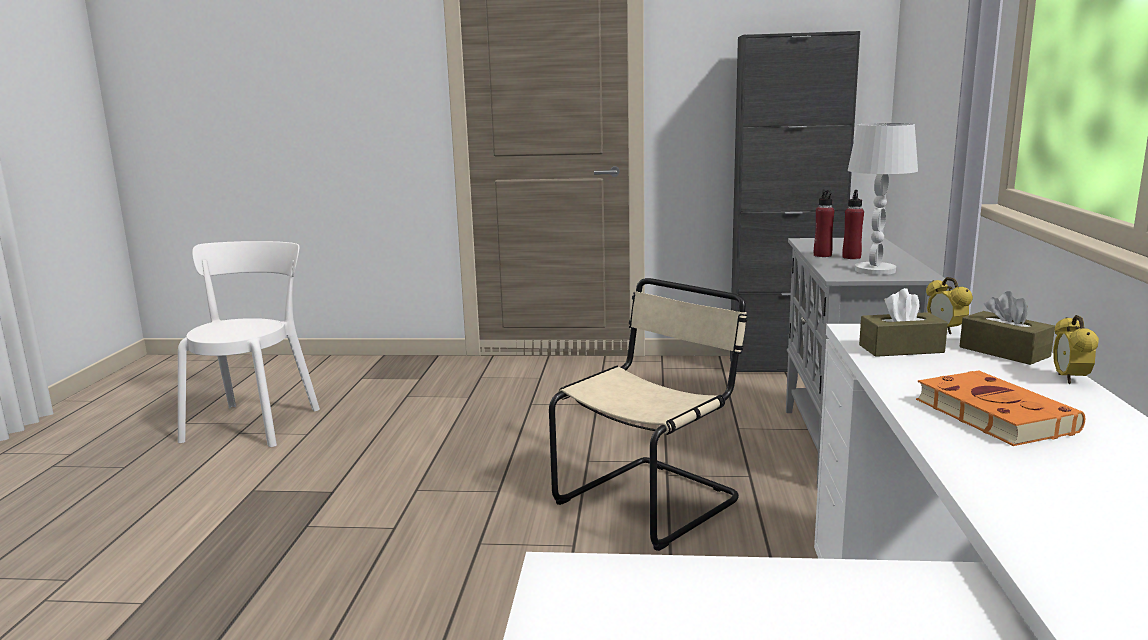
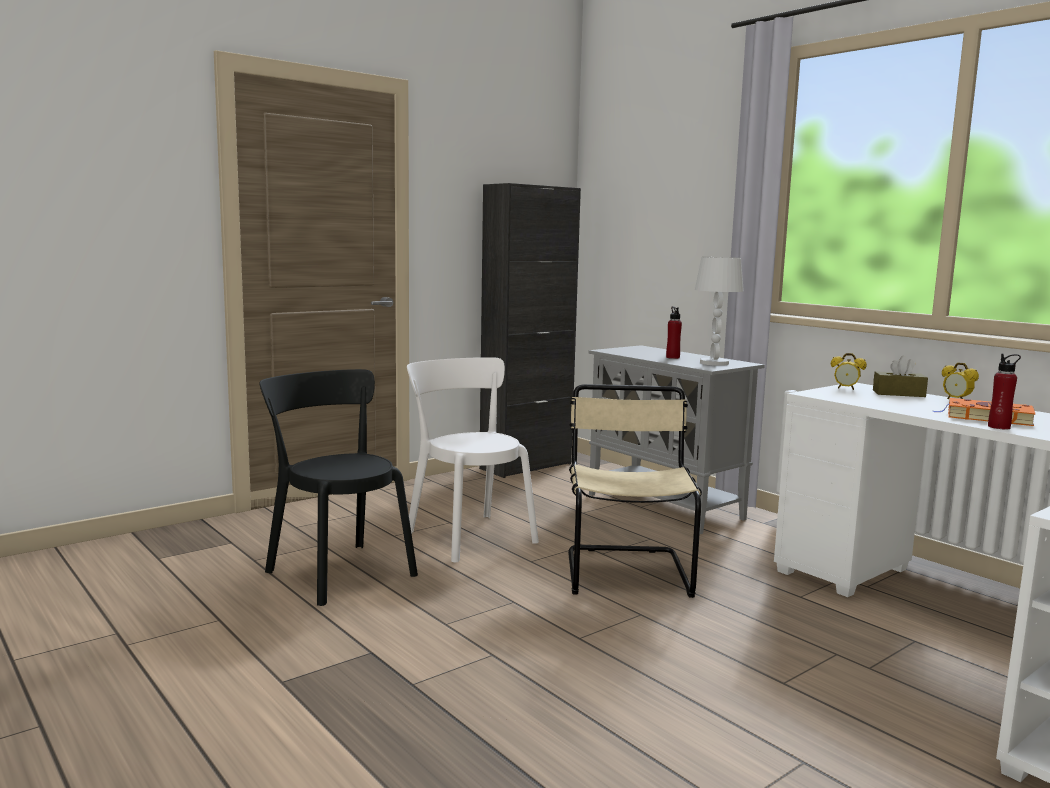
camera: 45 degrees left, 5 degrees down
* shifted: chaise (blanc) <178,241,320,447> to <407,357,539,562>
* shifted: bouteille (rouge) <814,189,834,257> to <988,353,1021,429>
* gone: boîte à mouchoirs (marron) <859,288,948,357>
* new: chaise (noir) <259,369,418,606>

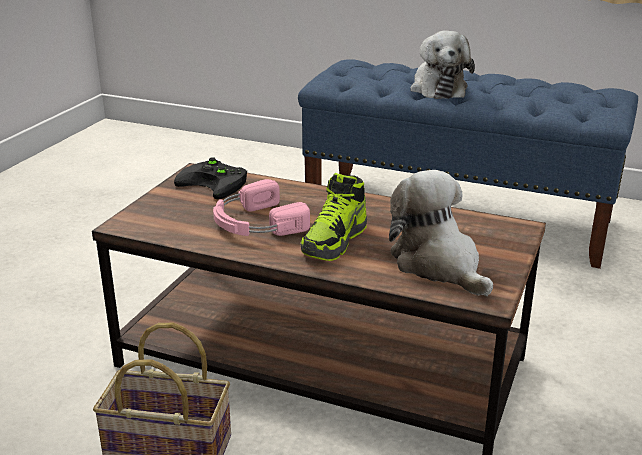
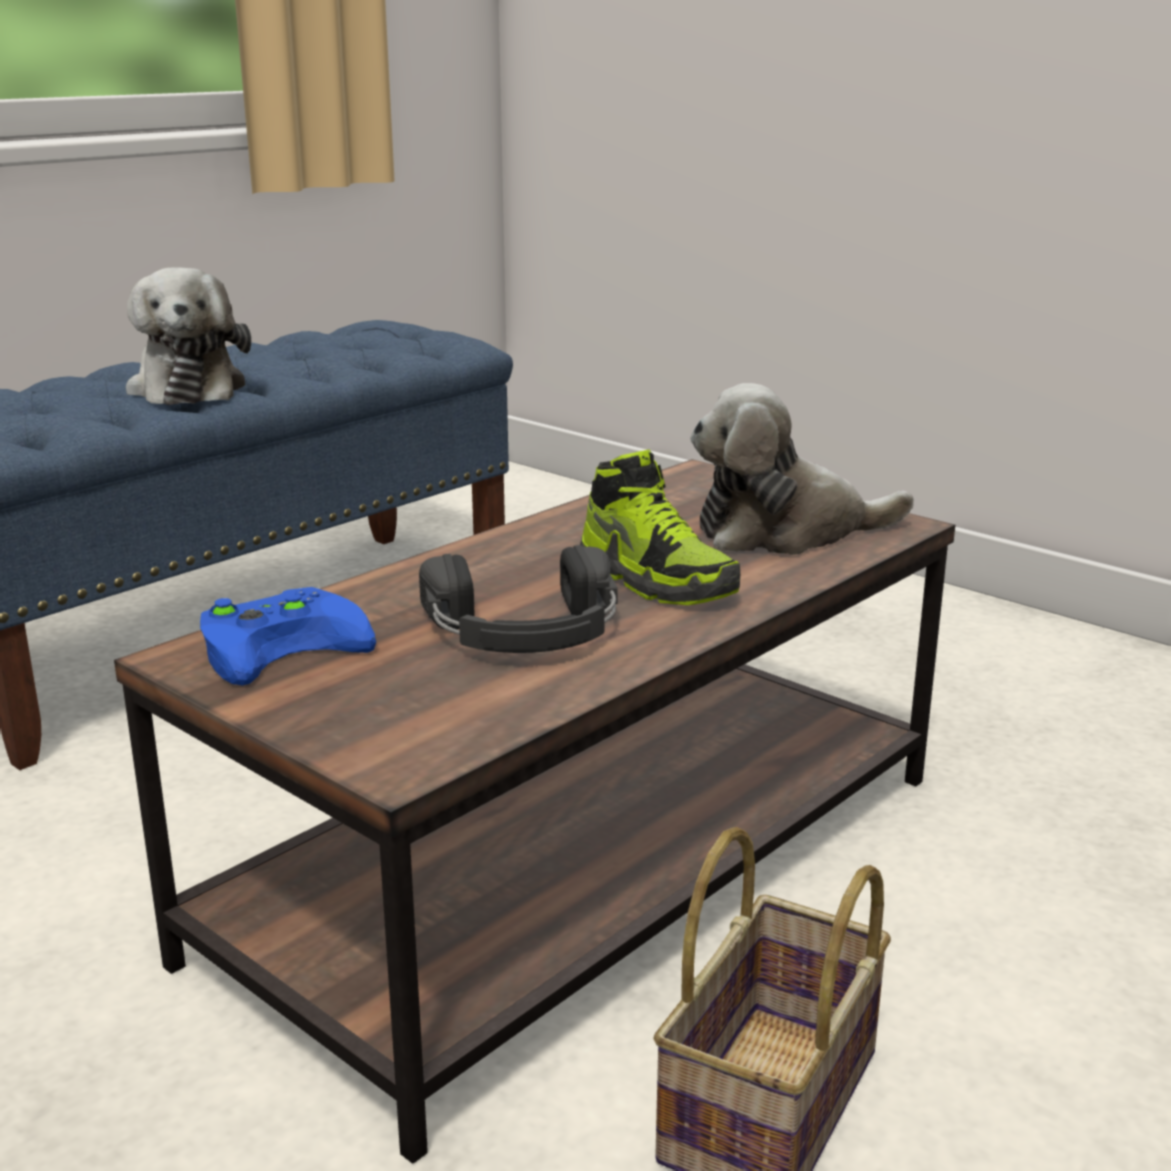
camera: 70 degrees left, 5 degrees down
* repainted: manette (noir) <174,157,247,199> to manette (bleu) <200,587,376,685>
* repainted: casque audio (rose) <213,179,310,236> to casque audio (noir) <419,545,618,653>
* rotated: peluche <410,30,475,99> = <126,267,251,405> 60 degrees clockwise

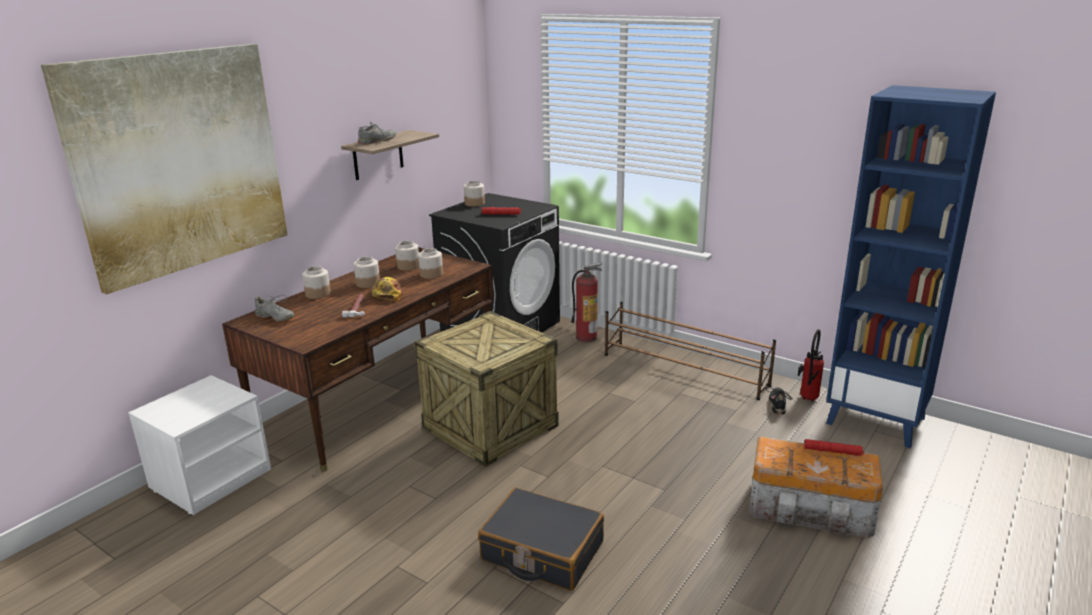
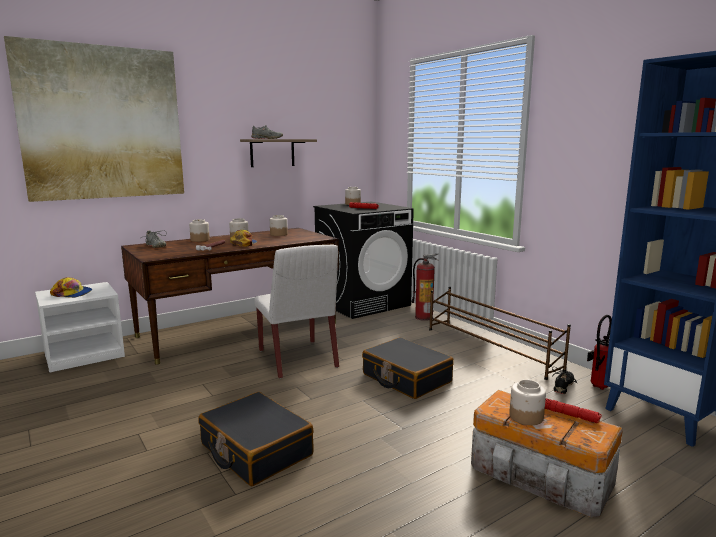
camera: 20 degrees right, 10 degrees down
* swapped: caisse <414,311,559,467> to chaise (blanc) <254,245,339,379>
* shifted: bocal <418,248,443,279> to <509,380,546,425>
* new: casquette <50,277,92,298>
* new: valise (noir) <362,337,454,399>

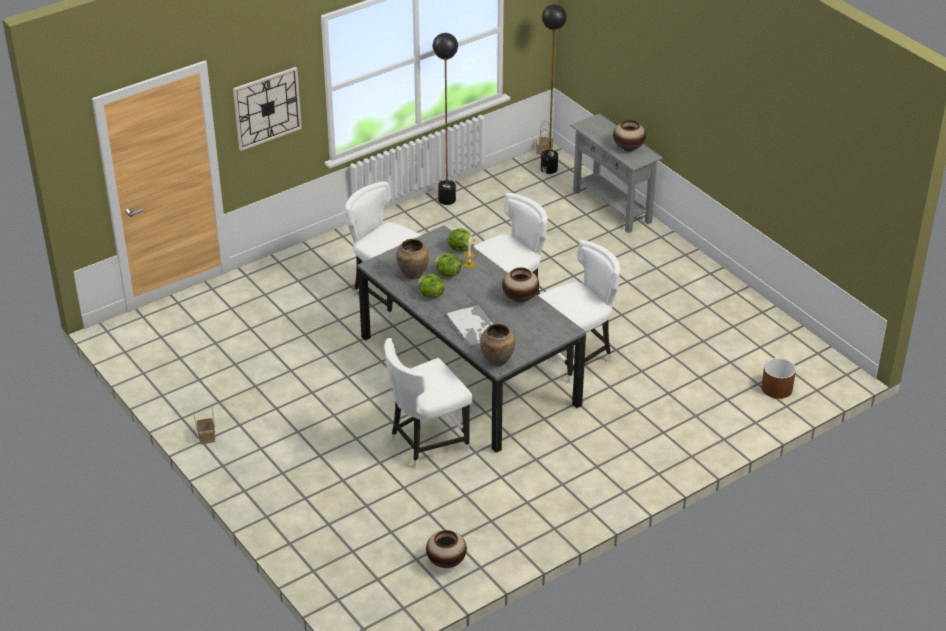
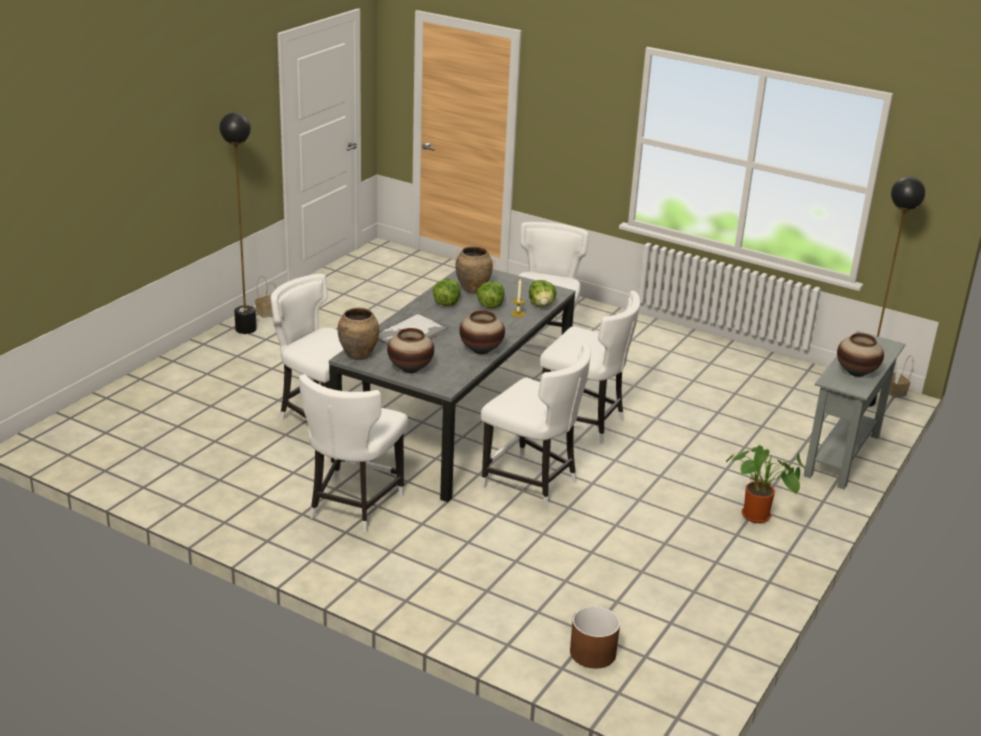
camera: 65 degrees right, 10 degrees down
* gone: horloge murale <233,67,302,151>
* shifted: vase <426,530,467,568> to <387,328,434,373>
* shifted: lampadaire (noir) <433,33,458,205> to <219,112,257,334>
* new: chaise (blanc) <299,374,408,532>
* new: plante en pot <726,445,806,523>

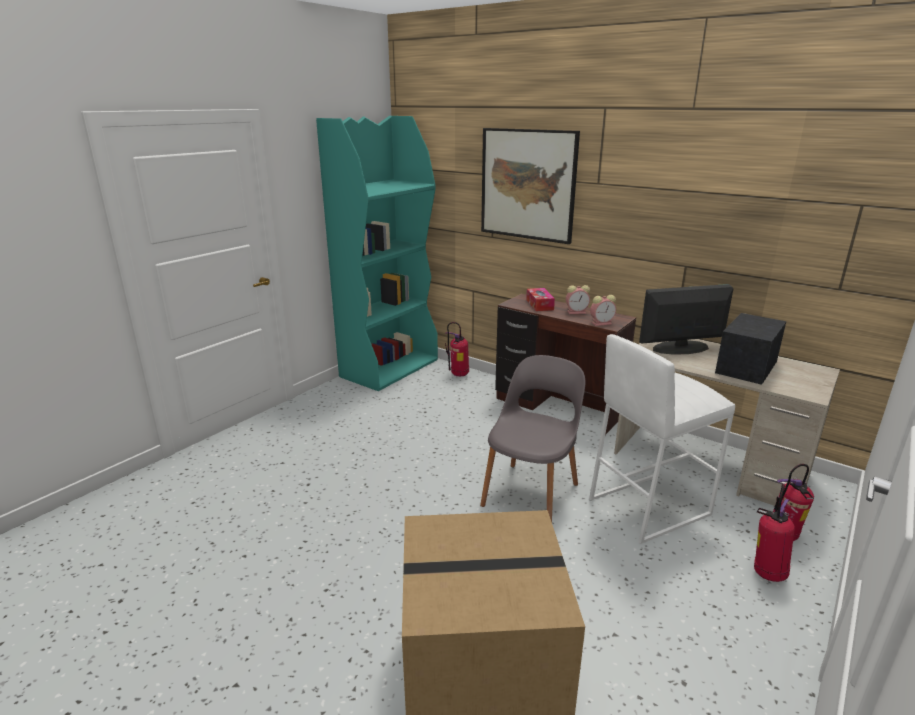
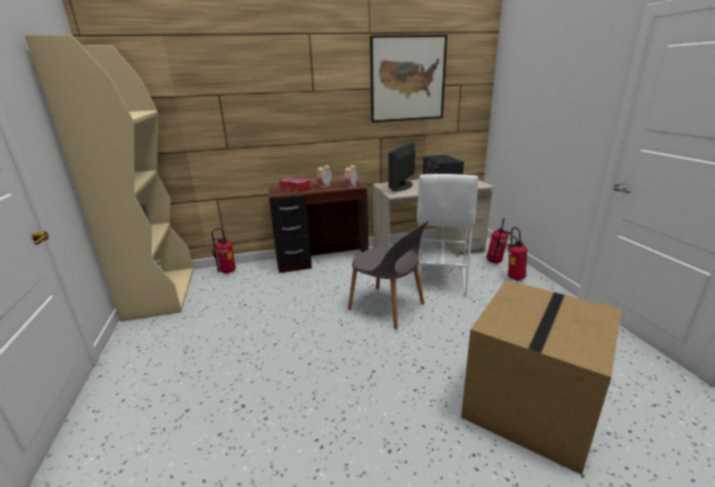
camera: 50 degrees left, 0 degrees up
* repainted: bibliothèque (turquoise) <316,116,438,391> to bibliothèque (beige) <25,35,194,322>
* rotated: chaise (gris) <480,355,585,522> = <348,221,429,330> 150 degrees clockwise
* shifted: tableau <481,128,580,244> to <370,35,447,122>

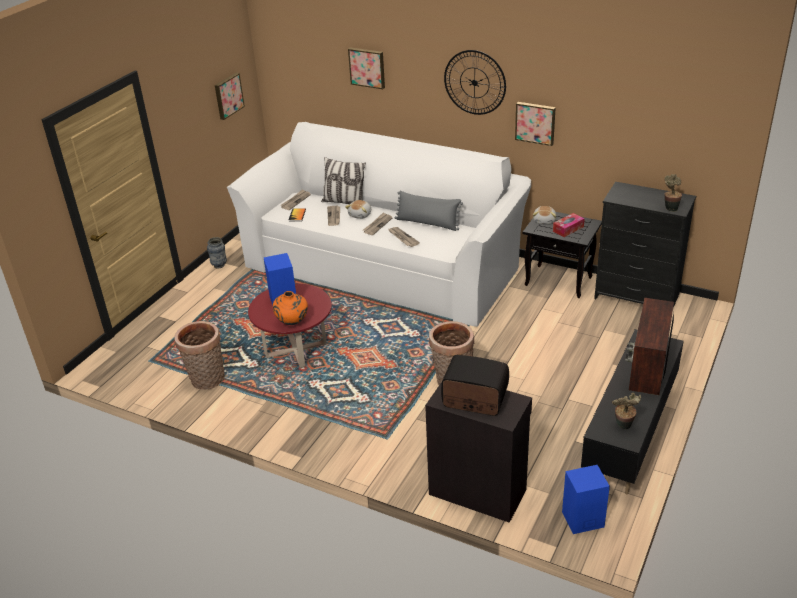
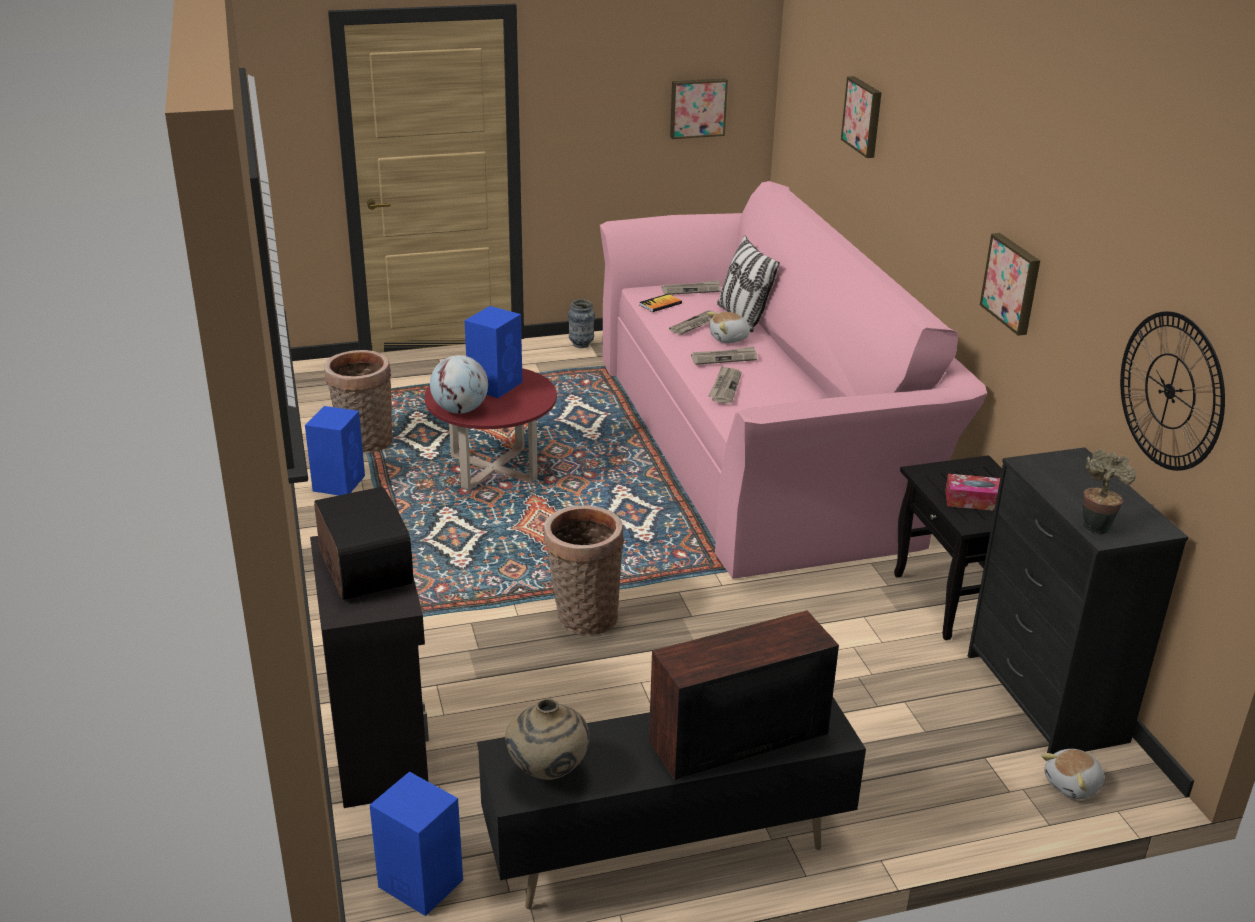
camera: 45 degrees right, 5 degrees down
* repainted: canapé (blanc) <227,122,531,327> to canapé (rose) <600,181,987,579>
* swapped: vase (orange) <273,291,308,325> to globe <430,355,488,414>
* gone: coussin (gris) <395,190,463,231>
* shifted: horloge murale <444,50,506,115> to <1120,311,1225,471>
* shifted: peluche <533,206,556,225> to <1041,749,1105,799>
* swapped: plante en pot <612,393,641,429> to vase (beige) <505,698,590,780>
* new: enceinte (bleu) <305,406,365,495>

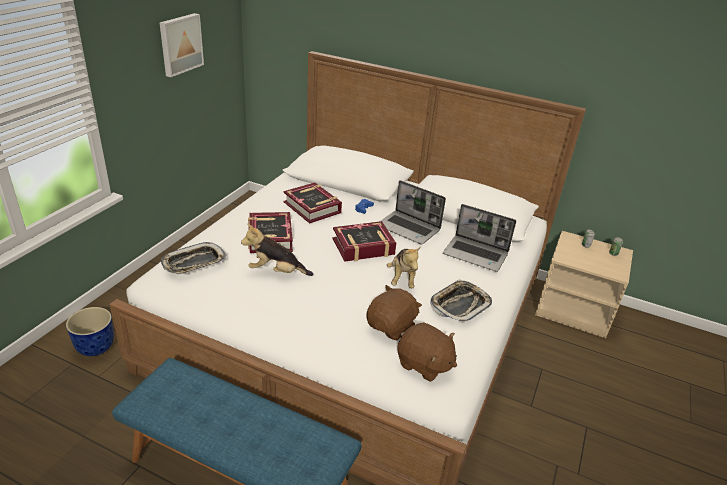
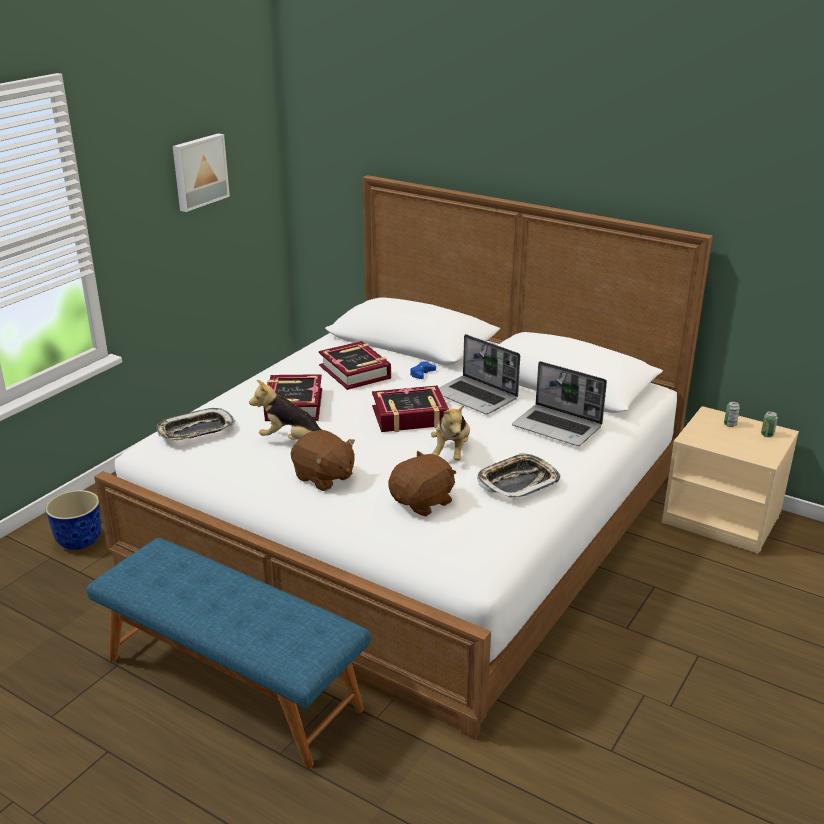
camera: 10 degrees right, 5 degrees down
* shifted: peluche (marron) <397,322,457,382> to <291,430,355,491>

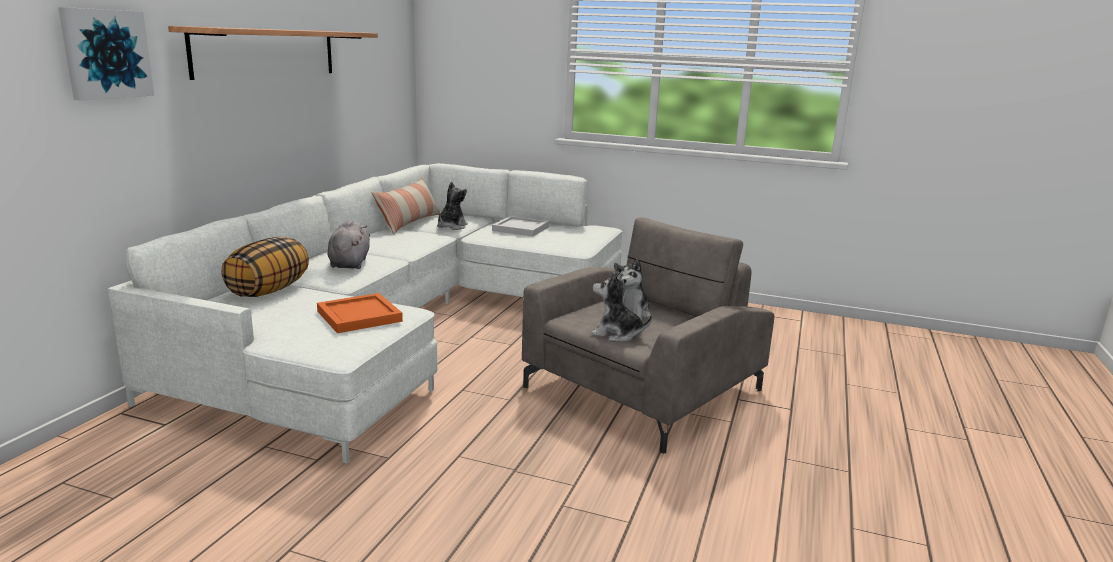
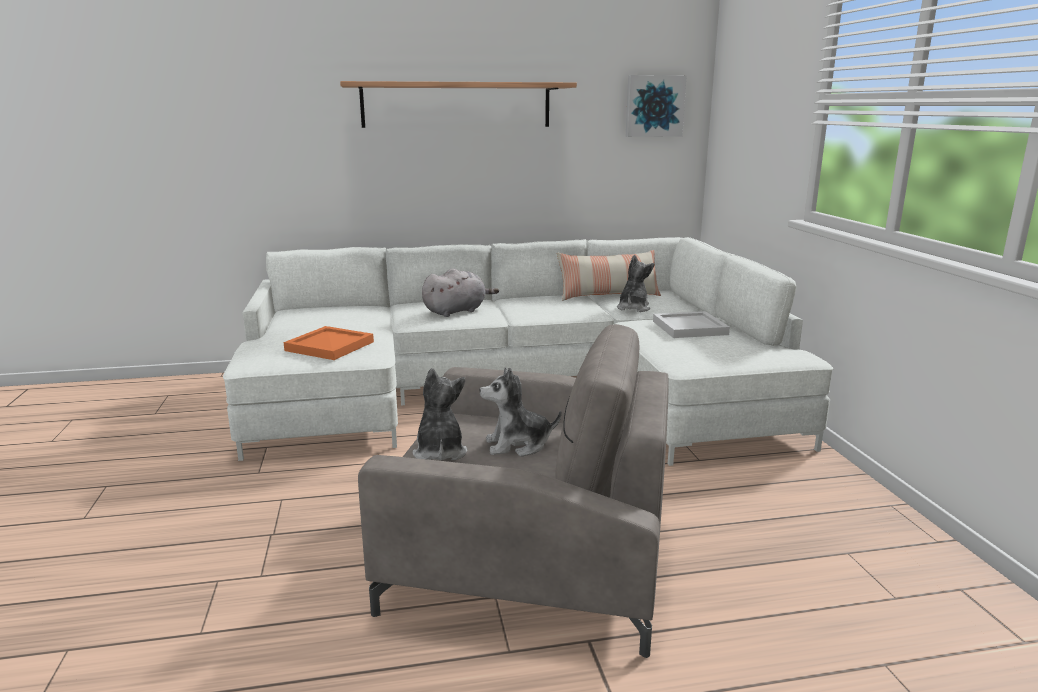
camera: 60 degrees right, 0 degrees up
* shifted: tableau <58,7,154,101> to <626,75,687,137>
* gone: coussin <221,237,309,297>
* rotated: peluche <437,182,468,230> = <617,255,654,312> 60 degrees counterclockwise

